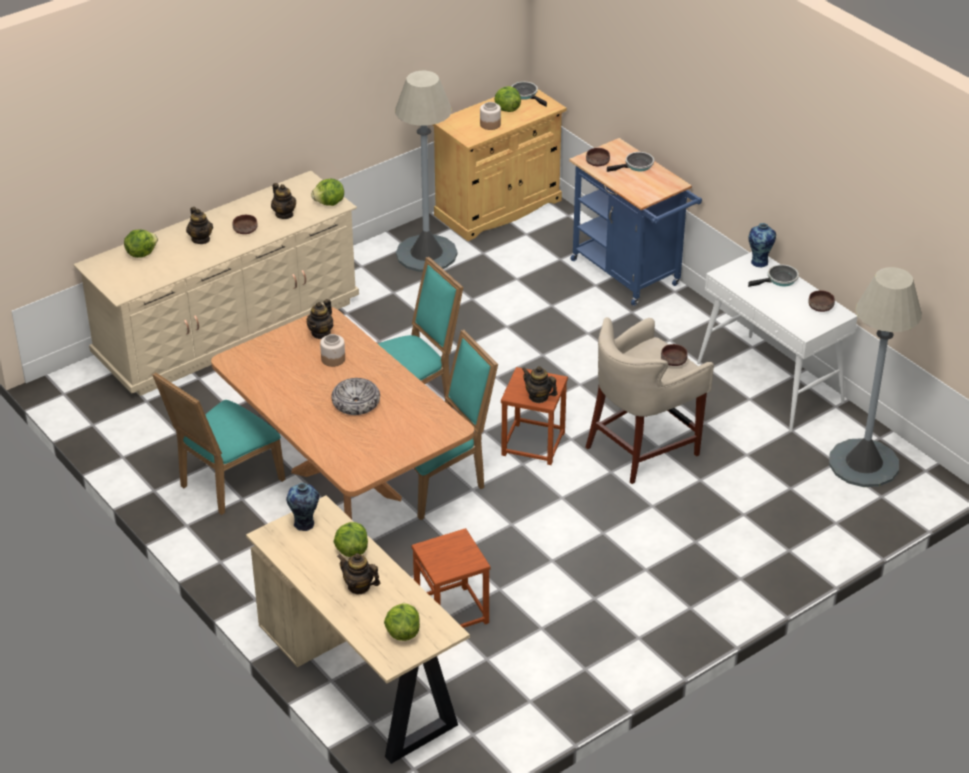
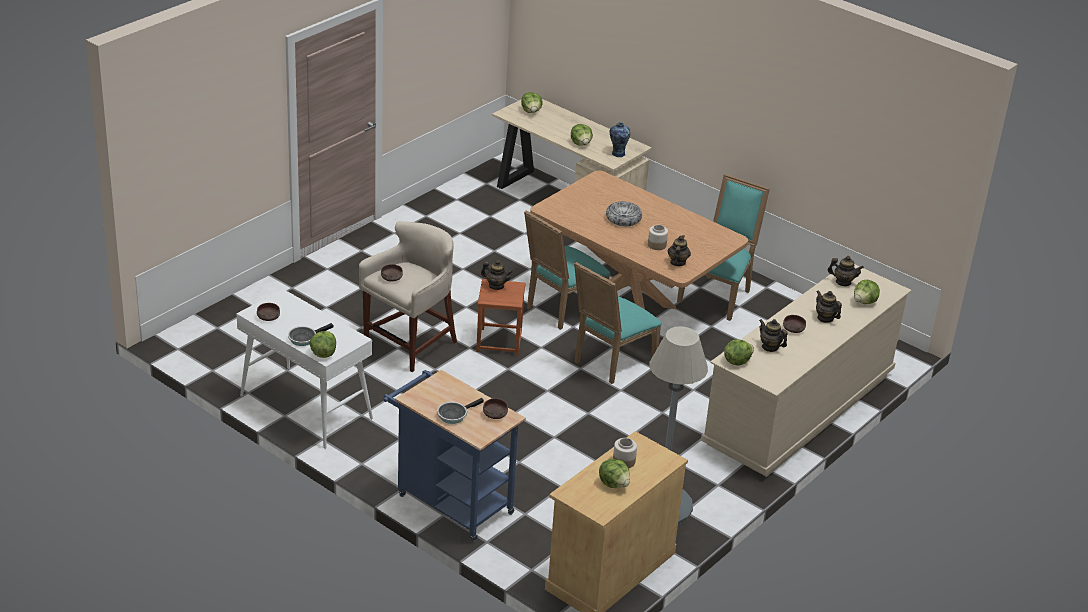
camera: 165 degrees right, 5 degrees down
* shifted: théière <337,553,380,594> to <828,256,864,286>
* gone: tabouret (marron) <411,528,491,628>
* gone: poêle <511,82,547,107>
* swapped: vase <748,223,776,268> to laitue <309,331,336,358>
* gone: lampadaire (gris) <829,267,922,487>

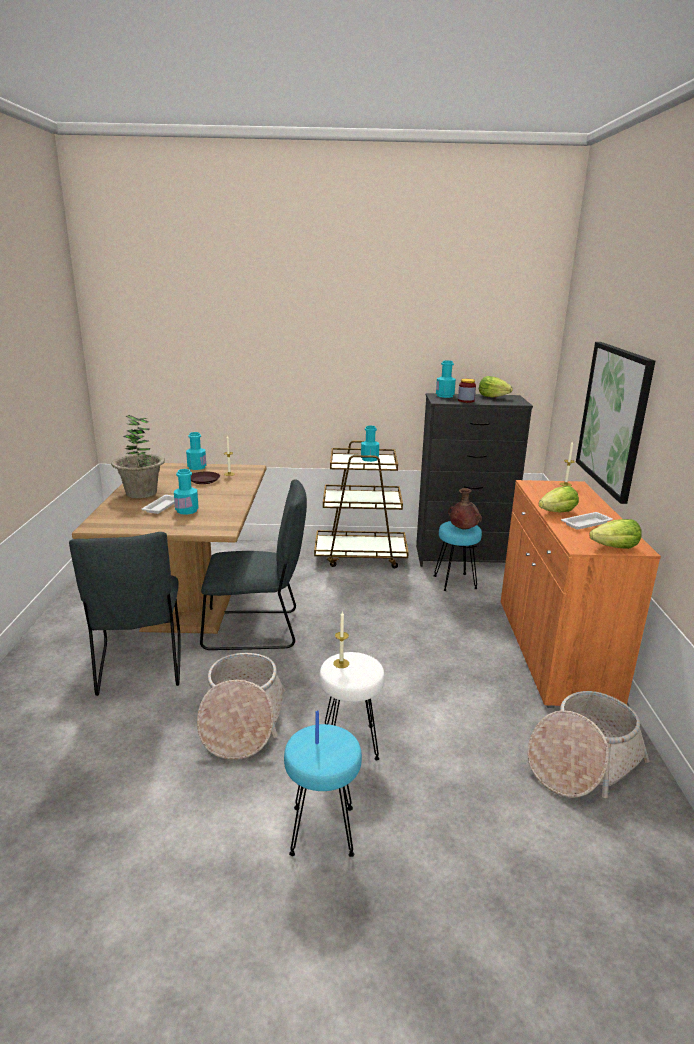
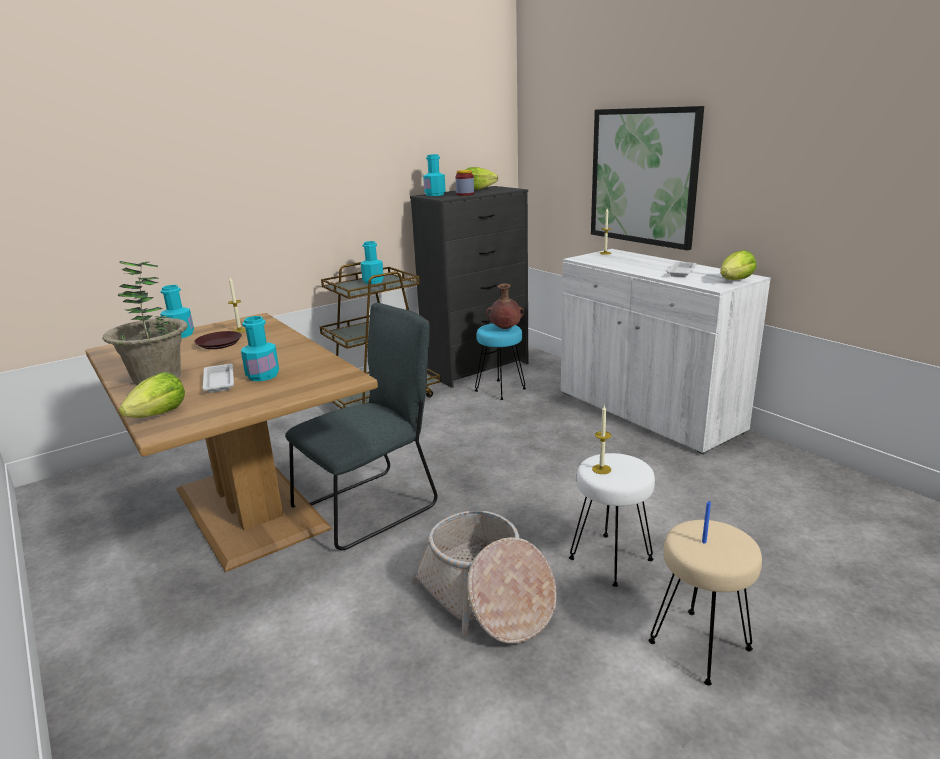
camera: 35 degrees left, 0 degrees up
* gone: chaise (gris) <69,532,181,696>
* repainted: tabouret (turquoise) <284,724,362,857> to tabouret (beige) <648,520,762,685>
* repainted: meuble de rangement (orange) <501,480,661,708> to meuble de rangement (blanc) <561,249,771,455>
* gone: panier <527,691,650,798>
* shifted: laitue <539,486,579,513> to <119,372,185,418>

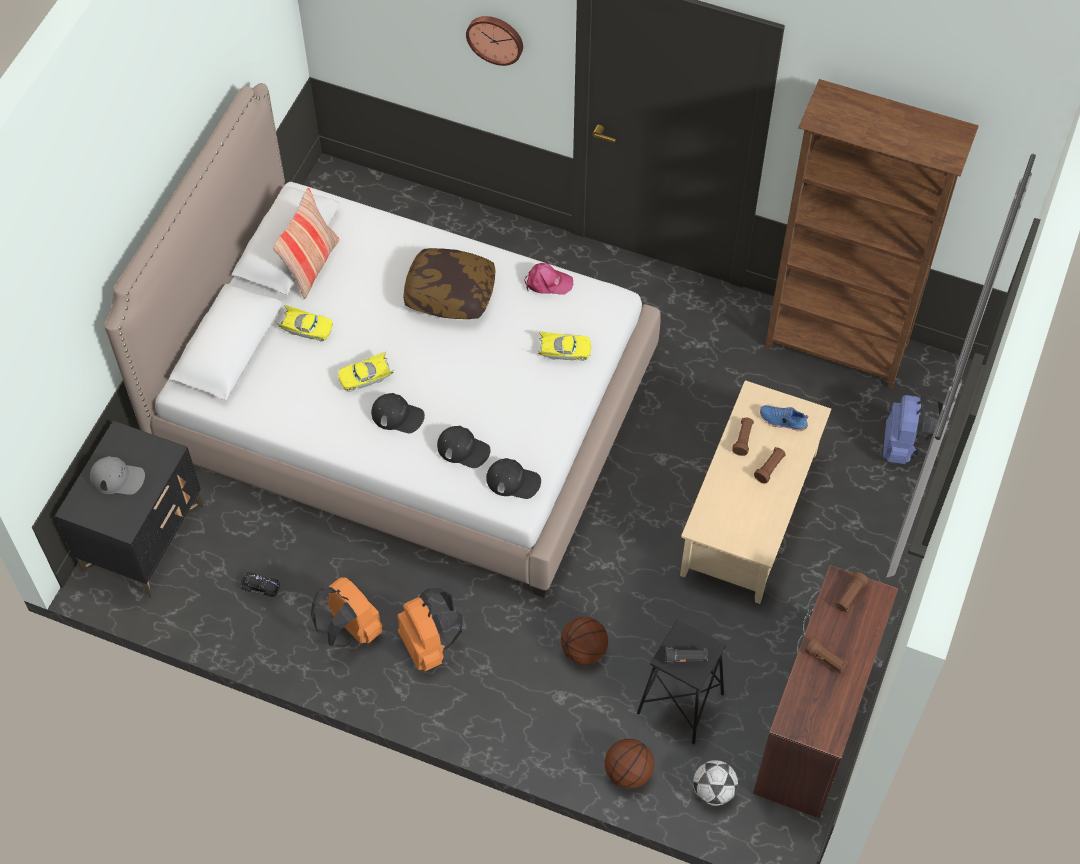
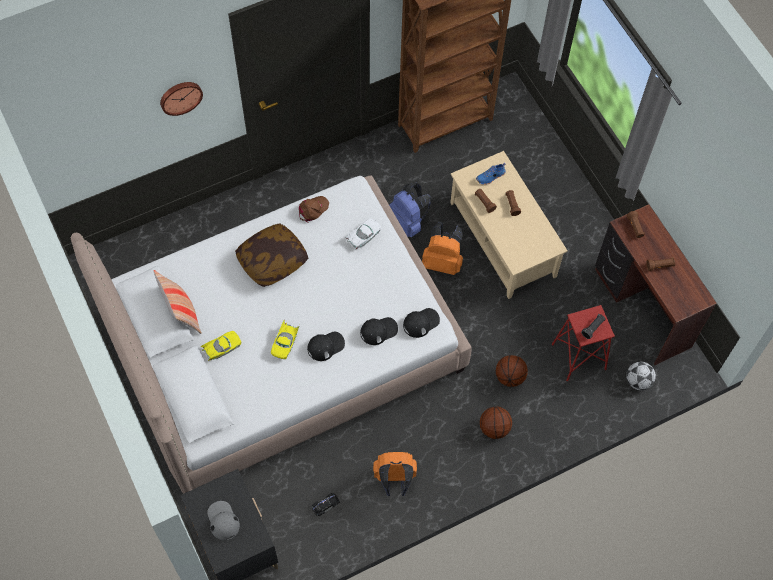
camera: 50 degrees left, 5 degrees up
* rotated: casquette (gris) <90,456,145,495> = <207,501,240,541> 75 degrees counterclockwise
* shifted: sac à dos (orange) <398,588,463,671> to <422,222,463,275>
* repainted: casquette (rose) <524,263,573,295> to casquette (marron) <299,196,329,223>
* repainted: petite voiture (jaune) <538,331,591,361> to petite voiture (blanc) <345,218,381,250>
* shifted: ballon de basket <605,739,654,789> to <480,406,512,439>
* repainted: tabouret (noir) <637,620,726,745> to tabouret (rouge) <552,305,615,381>
* shifted: sac à dos (bleu) <883,394,946,464> to <389,183,432,237>

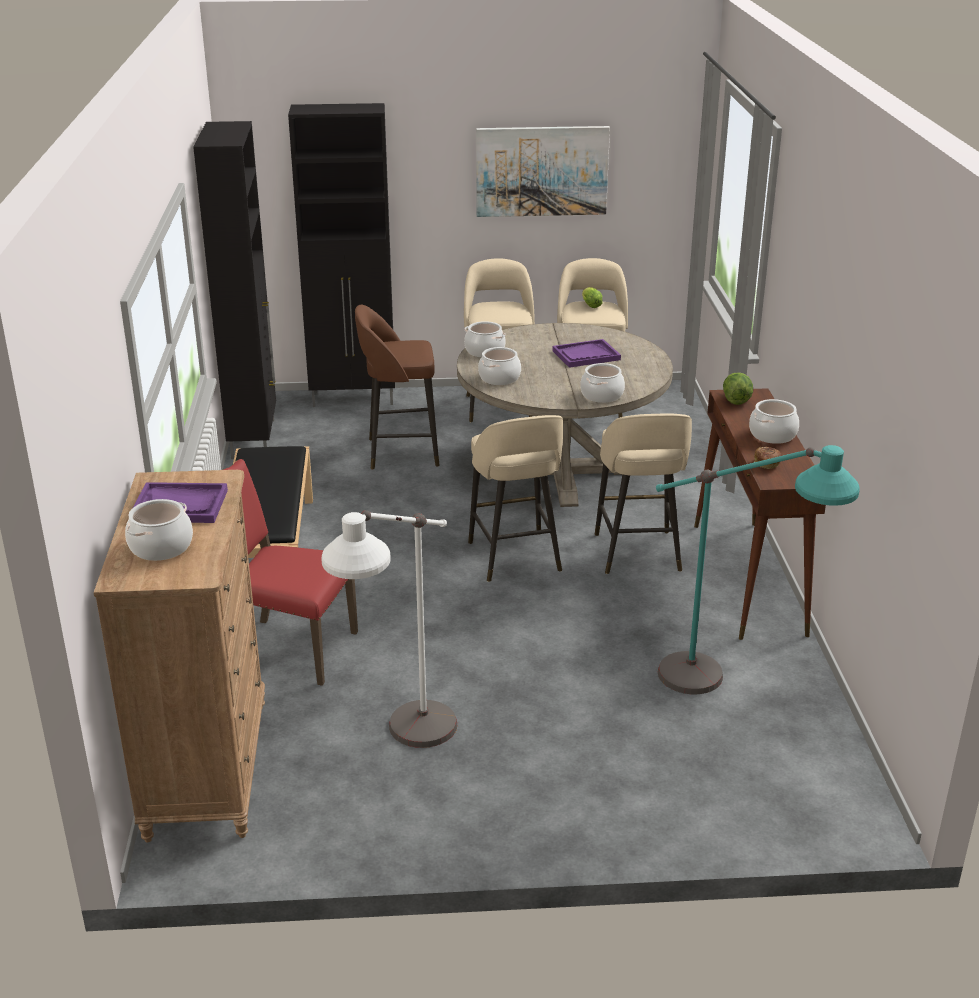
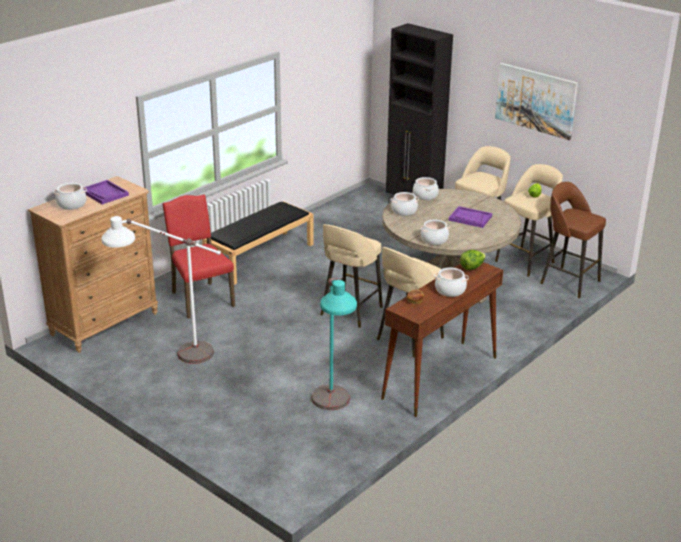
camera: 45 degrees right, 0 degrees up
* gone: meuble de rangement (noir) <193,121,276,459>
* shifted: tabouret (marron) <355,305,439,470> to <541,182,606,298>

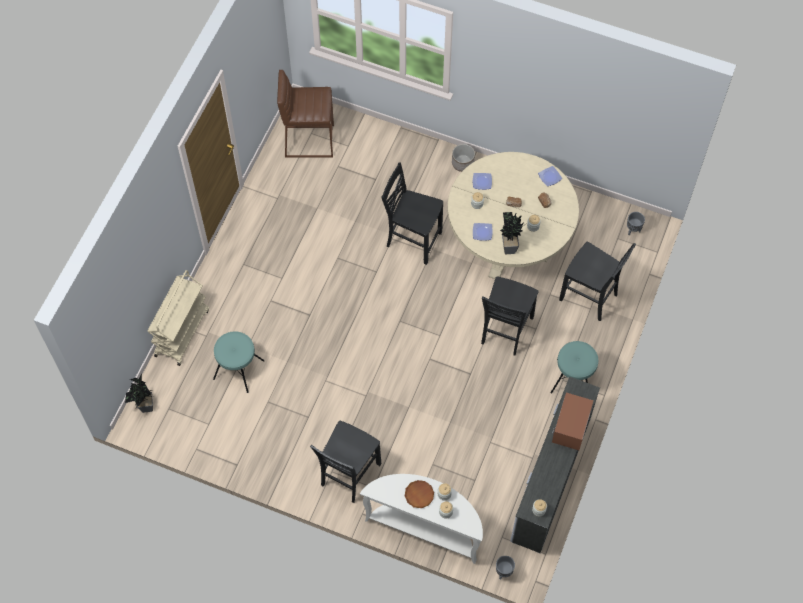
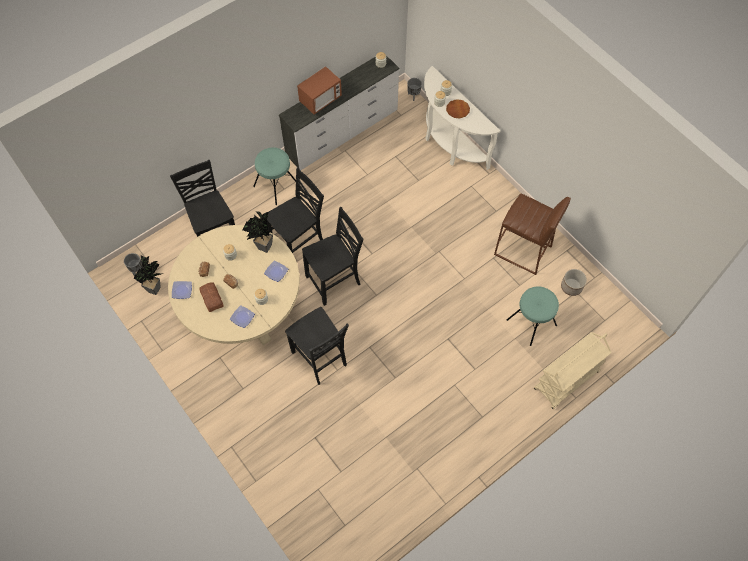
camera: 150 degrees left, 0 degrees up
* shifted: plante en pot <125,375,153,413> to <134,256,163,295>
* shifted: tabouret (marron) <277,70,334,158> to <494,194,571,275>
* shifted: chaise (noir) <310,421,381,503> to <302,207,364,306>
* shifted: cache-pot <452,144,475,172> to <561,269,587,296>
* new: pain <199,282,223,312>

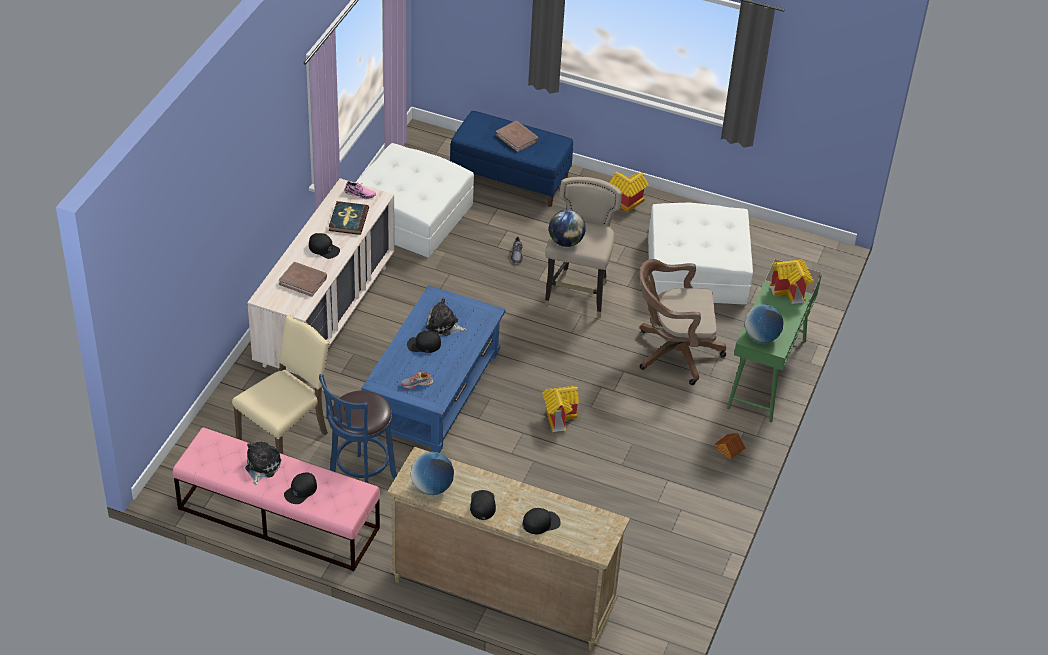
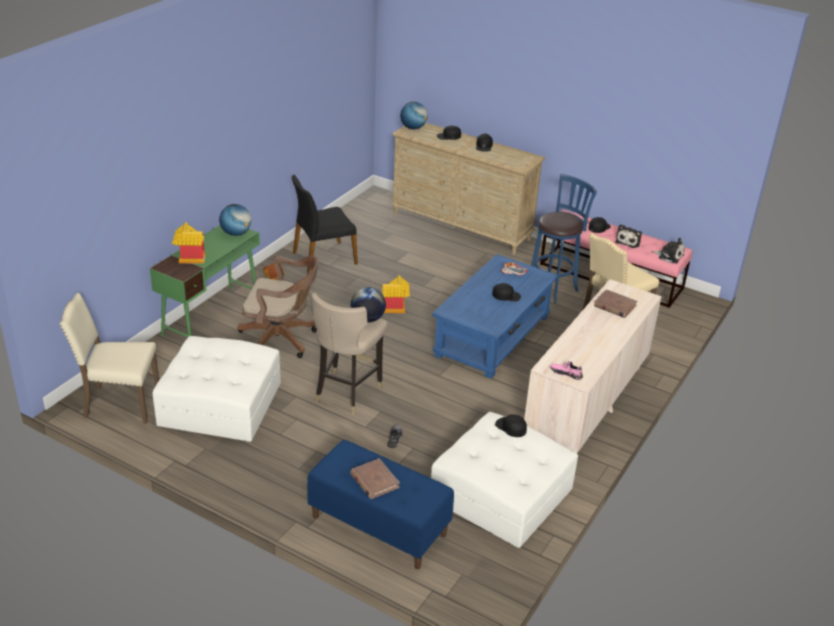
camera: 170 degrees left, 10 degrees down
* shifted: casquette (noir) <309,233,340,259> to <495,414,527,437>
* gone: livre <329,201,369,235>
* shifted: globe <411,452,454,495> to <400,102,428,129>
* shifted: peluche <426,298,467,336> to <652,238,684,263>
* gone: maison miniature <609,172,649,212>
* new: chaise (beige) <59,293,159,424>
* new: chaise (noir) <292,175,358,273>

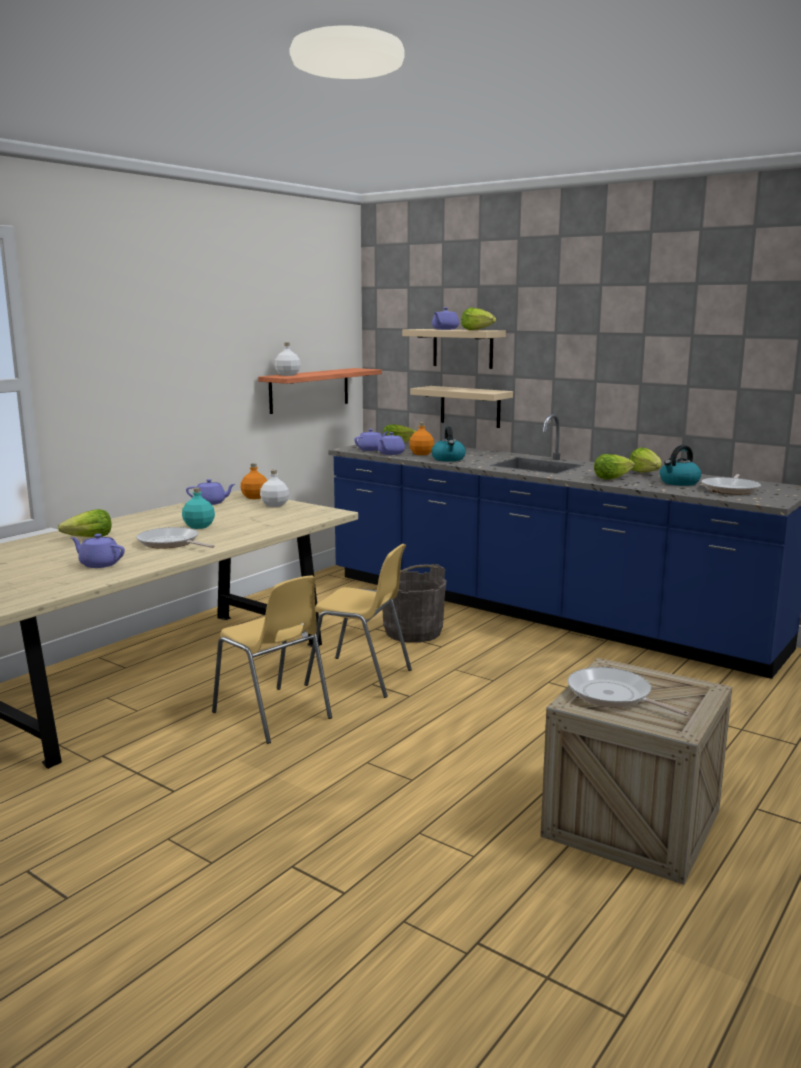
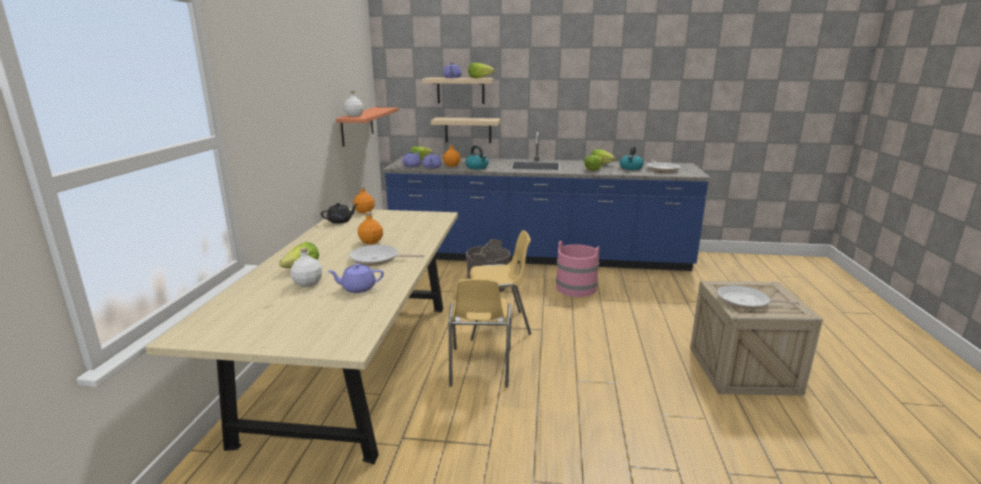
camera: 30 degrees left, 5 degrees up
* repainted: bouteille (turquoise) <182,488,215,529> to bouteille (orange) <358,212,383,244>
* repainted: théière (violet) <186,479,235,505> to théière (noir) <321,203,358,224>
* rotated: chaise (jaune) <212,576,332,744> = <449,279,511,388> 75 degrees clockwise
* shifted: bouteille (blanc) <260,470,289,507> to <291,247,322,287>
* new: seau (rose) <556,241,600,297>

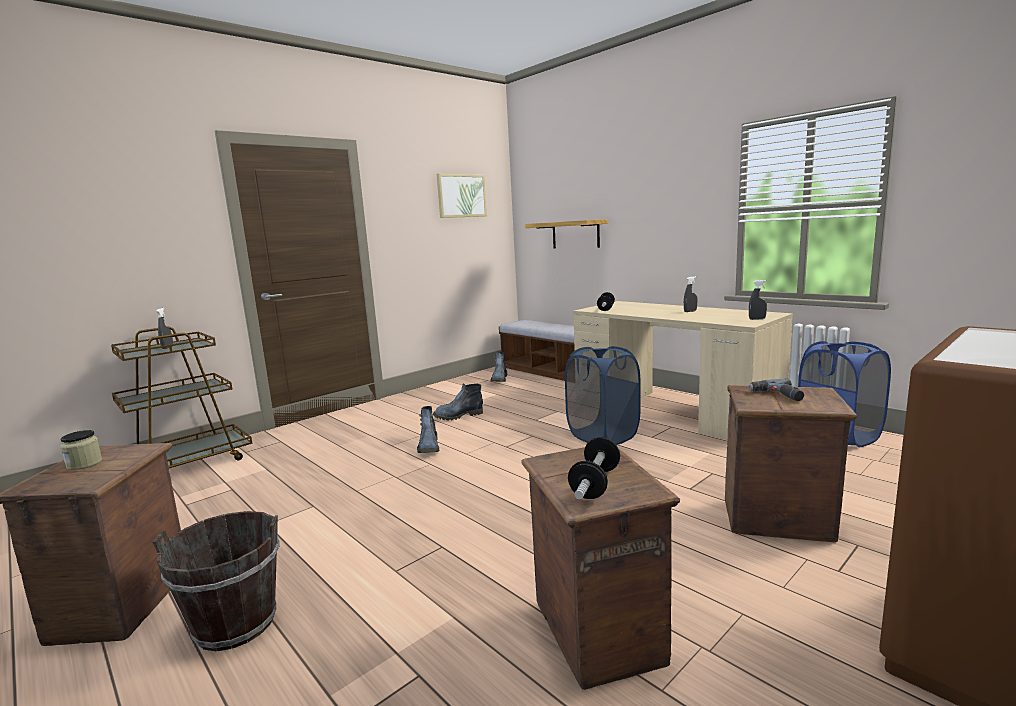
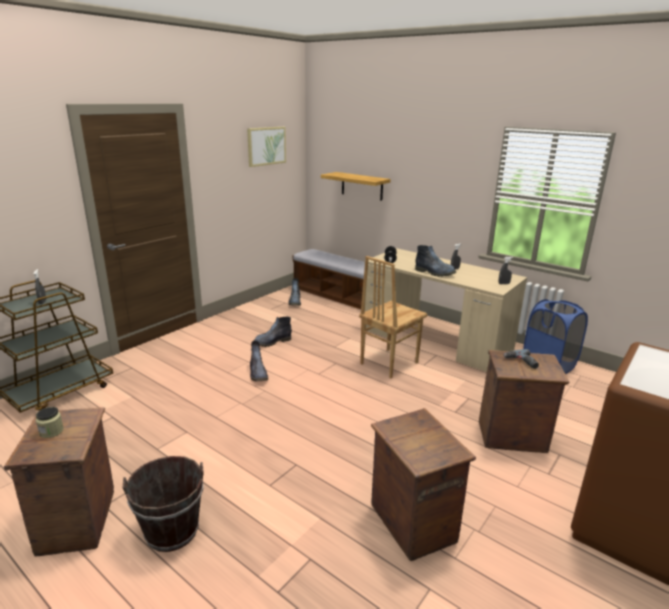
camera: 10 degrees left, 10 degrees up
* swapped: panier à linge (bleu) <565,346,641,445> to chaise (marron) <359,256,427,379>
* gone: haltère <568,437,620,499>
* new: botte <415,245,456,277>

